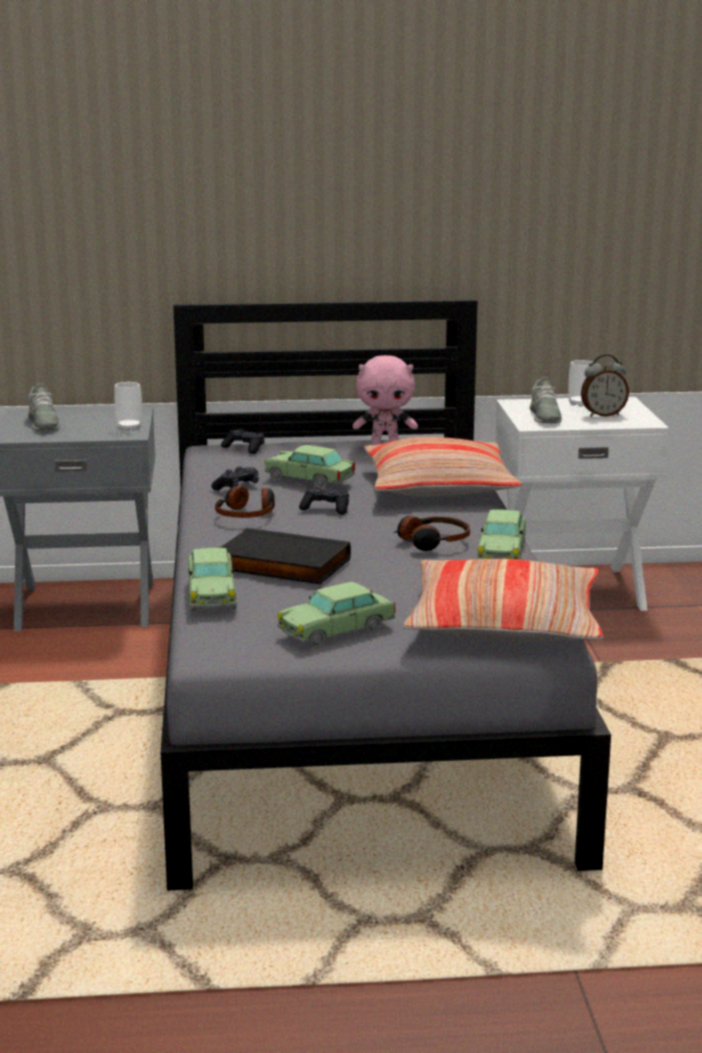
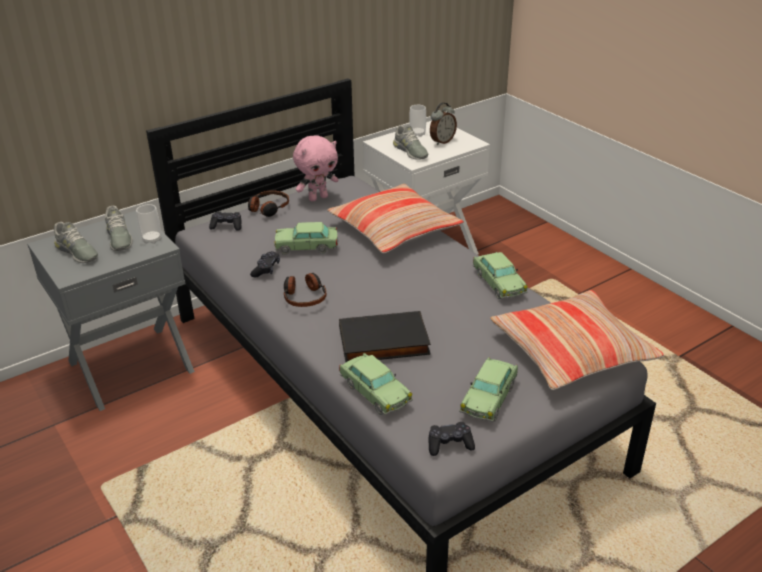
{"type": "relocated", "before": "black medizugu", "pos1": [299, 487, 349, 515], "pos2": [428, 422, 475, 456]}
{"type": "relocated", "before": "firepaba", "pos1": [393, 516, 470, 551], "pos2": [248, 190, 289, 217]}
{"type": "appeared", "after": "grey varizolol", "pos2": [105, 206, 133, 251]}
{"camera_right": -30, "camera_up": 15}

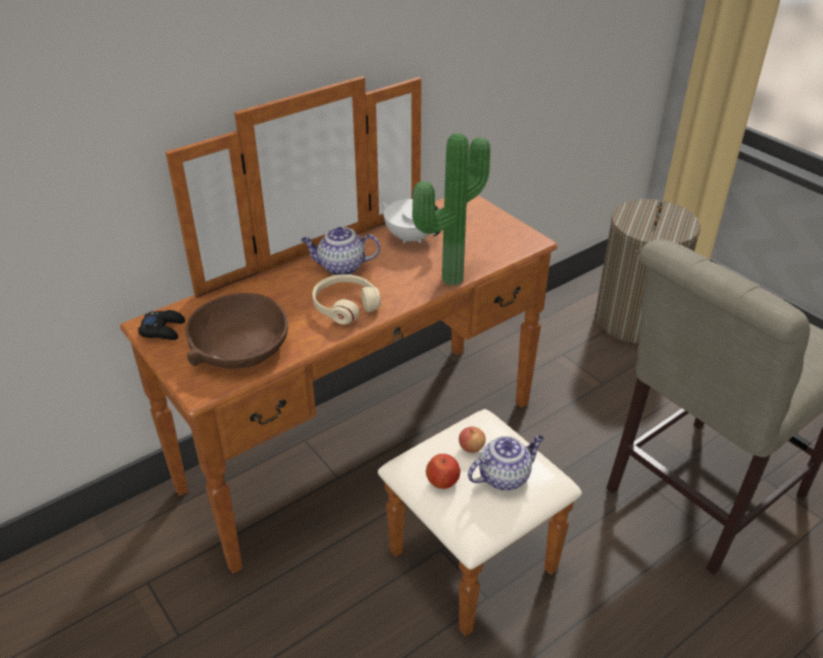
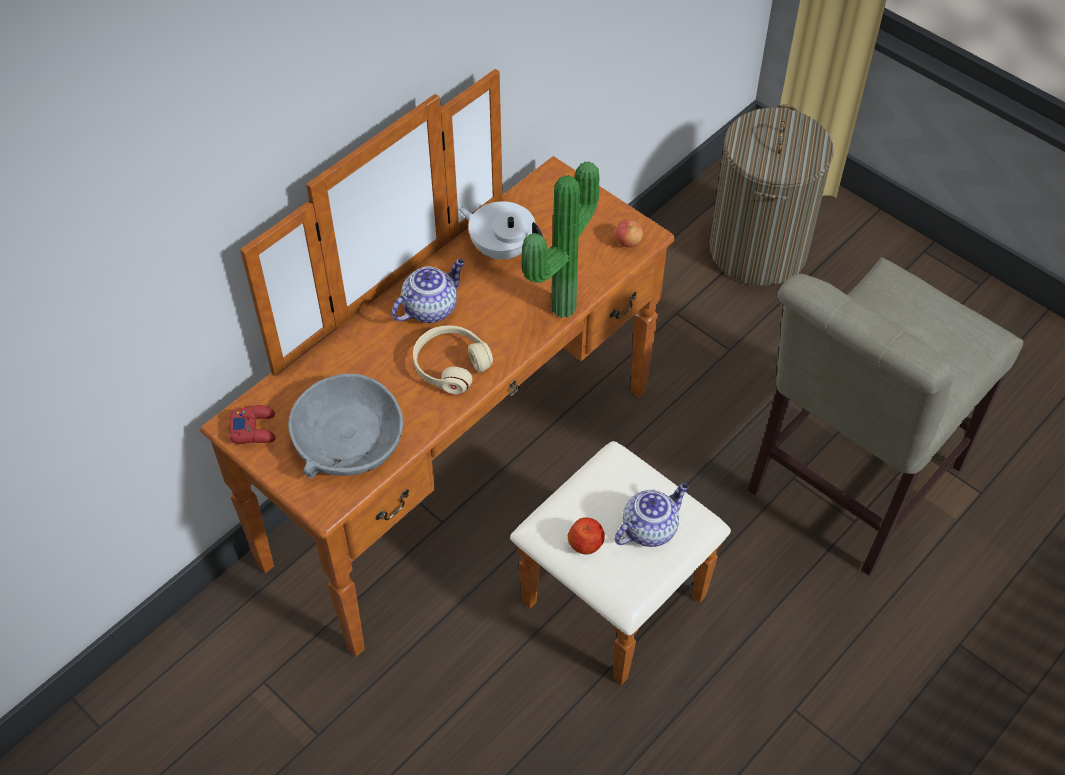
{"type": "colour", "before": "black medizugu", "after": "red medizugu", "pos1": [138, 310, 185, 340], "pos2": [229, 405, 276, 444]}
{"type": "colour", "before": "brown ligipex", "after": "grey ligipex", "pos1": [185, 293, 288, 369], "pos2": [288, 373, 403, 478]}
{"type": "spun", "before": "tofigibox", "pos1": [301, 227, 380, 275], "pos2": [392, 259, 465, 323], "turn": 150}
{"type": "relocated", "before": "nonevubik", "pos1": [459, 427, 486, 453], "pos2": [615, 220, 643, 247]}
{"camera_right": -10, "camera_up": 15}

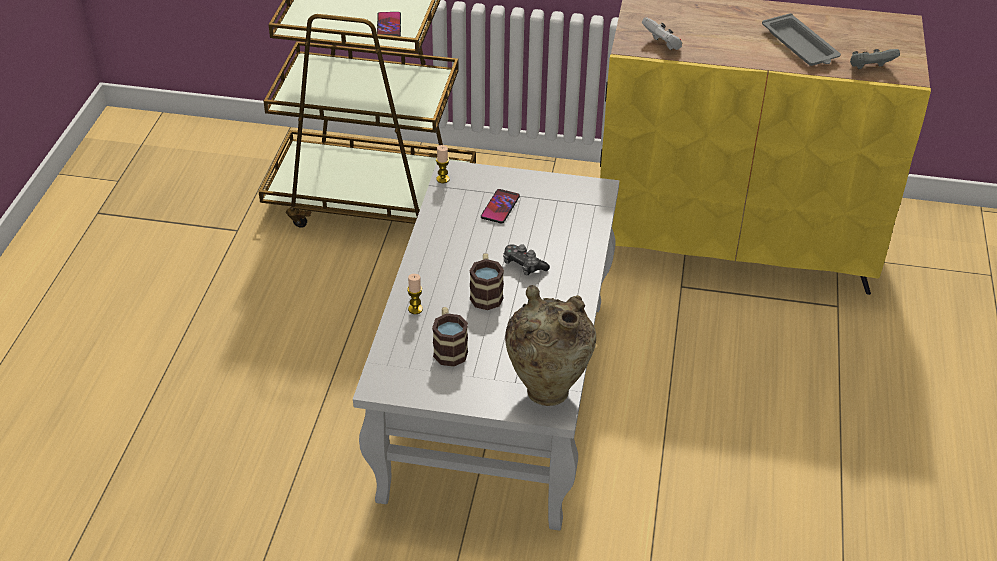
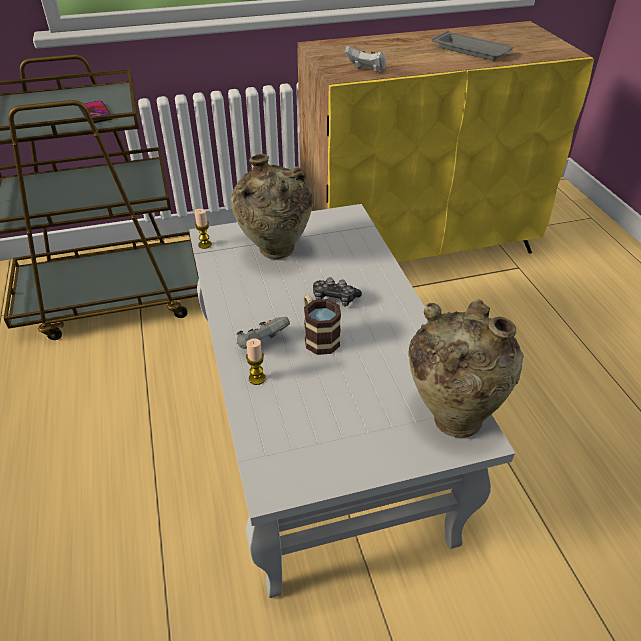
{"type": "missing", "before": "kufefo", "pos1": [432, 307, 468, 367]}
{"type": "exchanged", "before": "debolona", "after": "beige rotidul", "pos1": [481, 189, 520, 224], "pos2": [231, 154, 313, 259]}
{"type": "relocated", "before": "grey medizugu", "pos1": [850, 49, 900, 69], "pos2": [237, 317, 290, 349]}
{"camera_right": -25, "camera_up": 0}

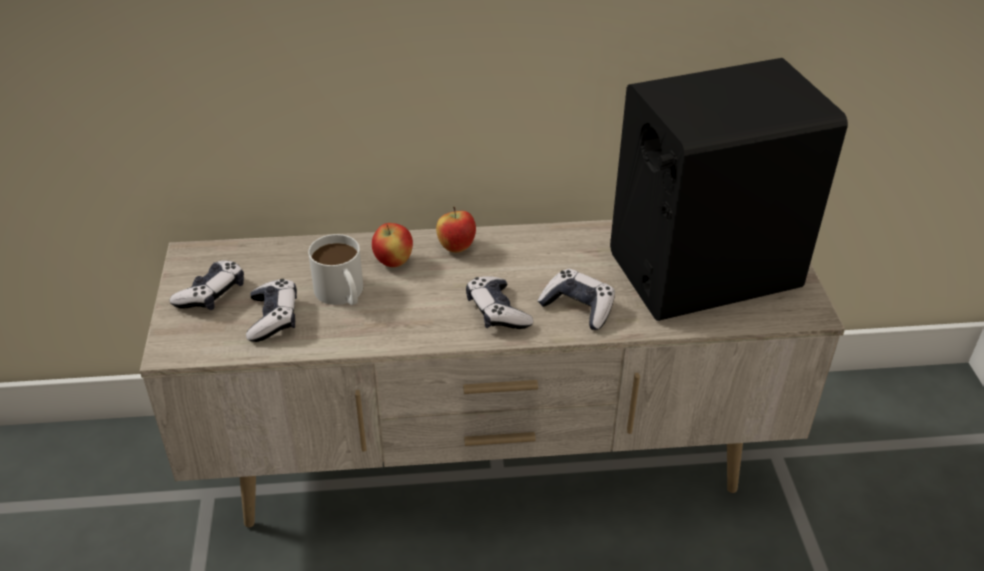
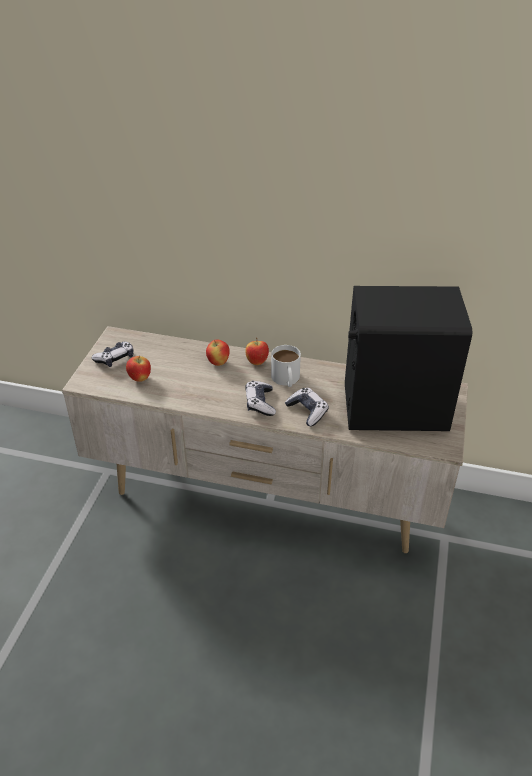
{"type": "exchanged", "before": "medizugu", "after": "nonevubik", "pos1": [246, 279, 297, 342], "pos2": [126, 356, 151, 382]}
{"type": "relocated", "before": "white kufefo", "pos1": [308, 234, 363, 305], "pos2": [271, 345, 301, 387]}
{"camera_right": 20, "camera_up": 0}

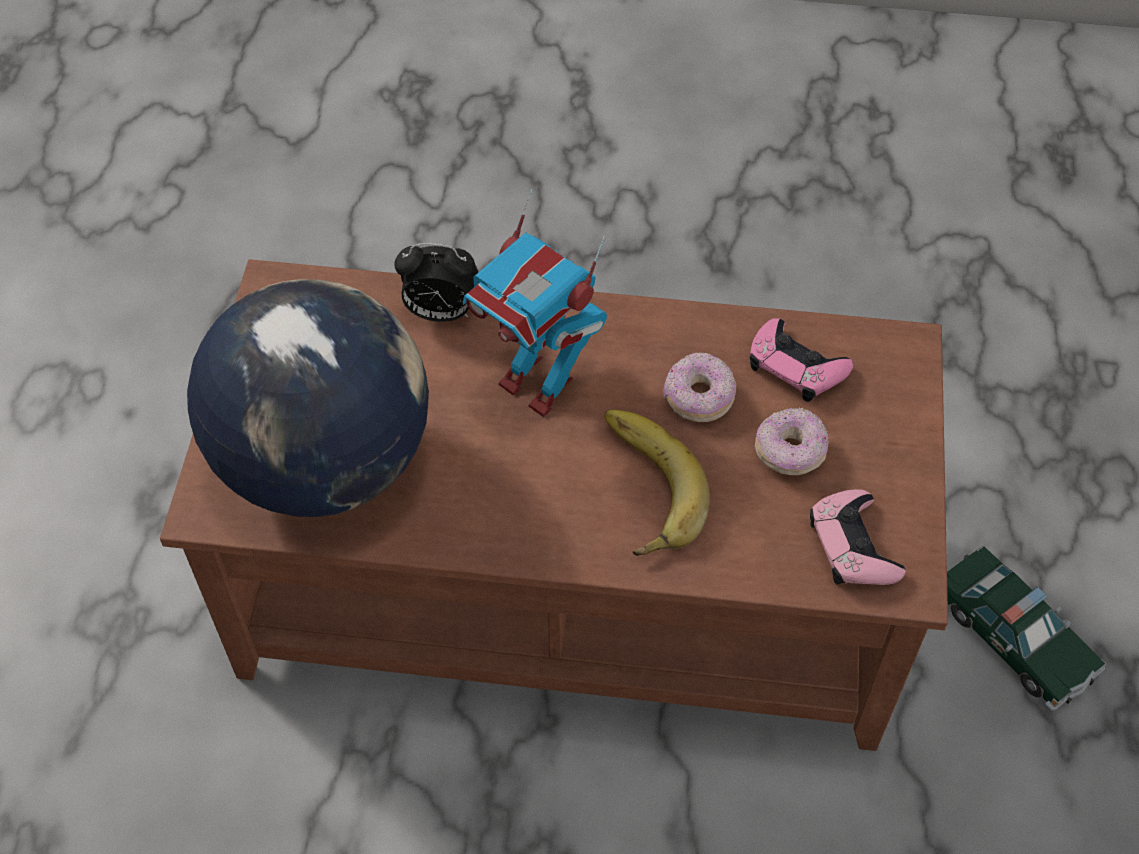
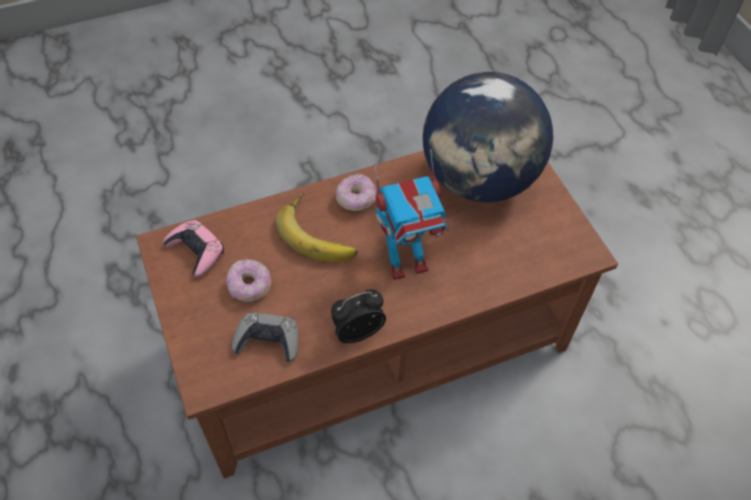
{"type": "relocated", "before": "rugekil", "pos1": [394, 243, 478, 322], "pos2": [331, 289, 386, 343]}
{"type": "spun", "before": "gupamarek", "pos1": [463, 189, 607, 417], "pos2": [374, 149, 449, 280], "turn": 150}
{"type": "relocated", "before": "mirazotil", "pos1": [663, 352, 736, 422], "pos2": [336, 174, 376, 211]}
{"type": "colour", "before": "pink medizugu", "after": "grey medizugu", "pos1": [750, 318, 853, 402], "pos2": [232, 312, 299, 362]}
{"type": "missing", "before": "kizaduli", "pos1": [947, 546, 1106, 711]}
{"camera_right": 150, "camera_up": 0}

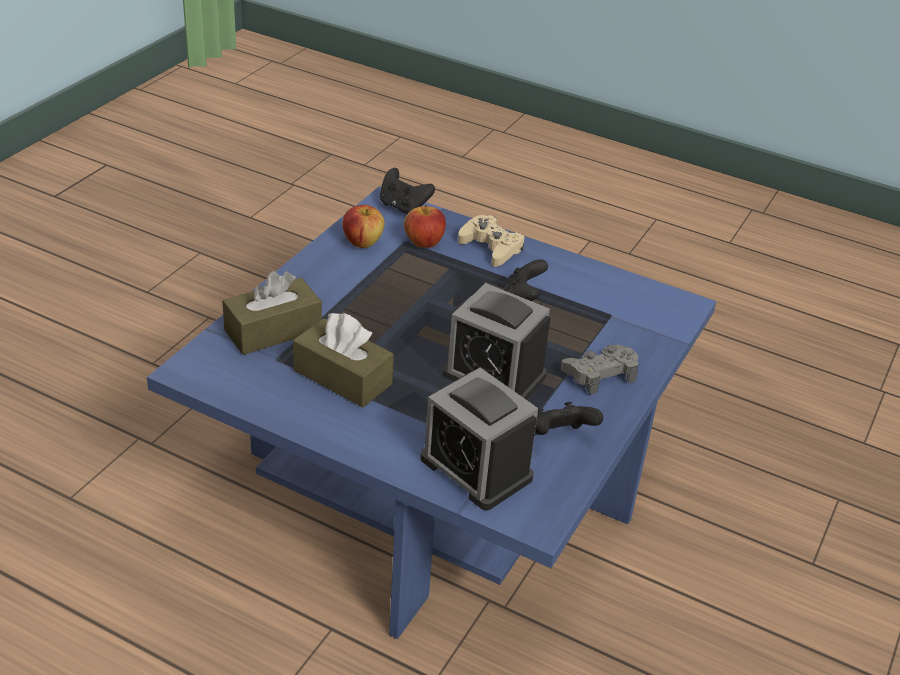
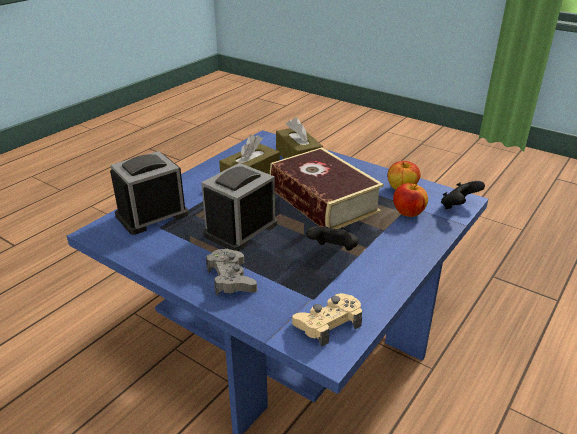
{"type": "relocated", "before": "beige medizugu", "pos1": [458, 215, 525, 267], "pos2": [292, 293, 362, 347]}
{"type": "missing", "before": "black medizugu", "pos1": [535, 402, 603, 435]}
{"type": "appeared", "after": "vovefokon", "pos2": [270, 147, 384, 229]}
{"camera_right": 100, "camera_up": -5}

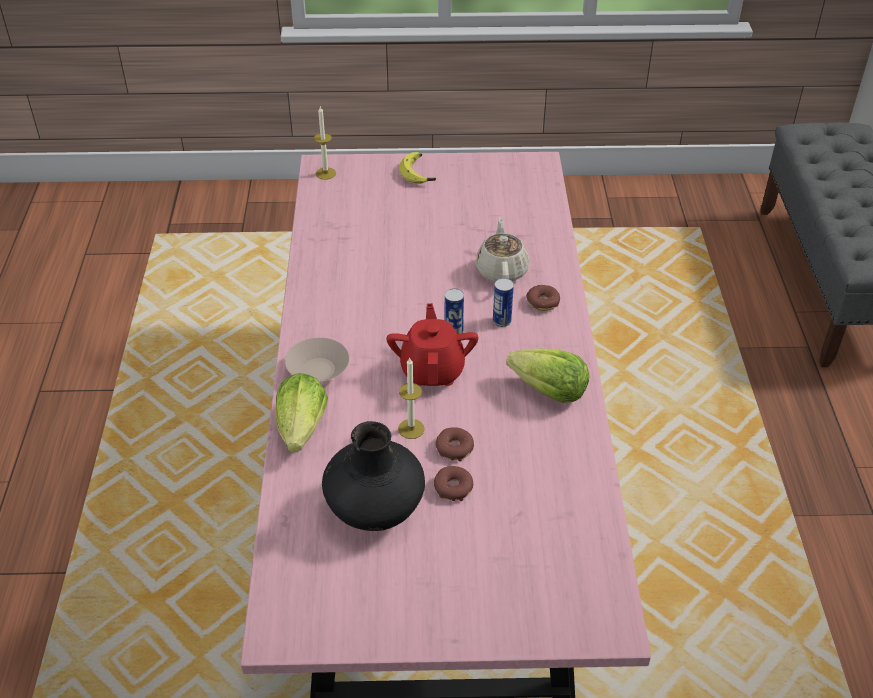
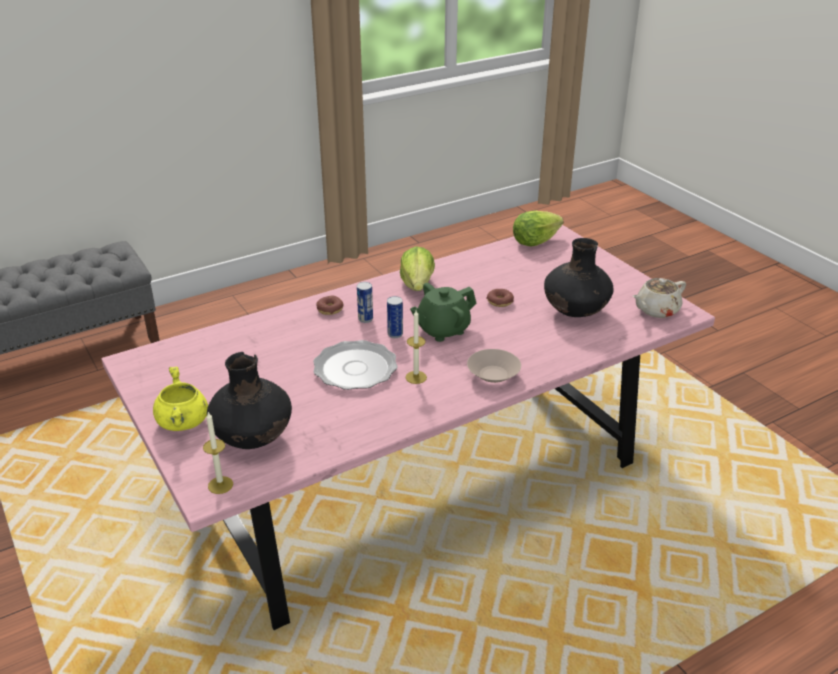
{"type": "relocated", "before": "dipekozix", "pos1": [276, 373, 328, 452], "pos2": [513, 211, 564, 247]}
{"type": "colour", "before": "red tofigibox", "after": "green tofigibox", "pos1": [386, 303, 479, 386], "pos2": [410, 283, 476, 342]}
{"type": "relocated", "before": "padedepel", "pos1": [398, 358, 425, 439], "pos2": [406, 310, 427, 384]}
{"type": "exchanged", "before": "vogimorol", "after": "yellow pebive", "pos1": [400, 152, 436, 184], "pos2": [153, 367, 208, 431]}
{"type": "missing", "before": "mirazotil", "pos1": [434, 466, 474, 501]}
{"type": "relocated", "before": "beige tofigibox", "pos1": [475, 217, 529, 282], "pos2": [632, 278, 686, 318]}
{"type": "appeared", "after": "black rotidul", "pos2": [207, 352, 292, 449]}
{"type": "appeared", "after": "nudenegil", "pos2": [313, 340, 398, 390]}
{"camera_right": -120, "camera_up": -10}

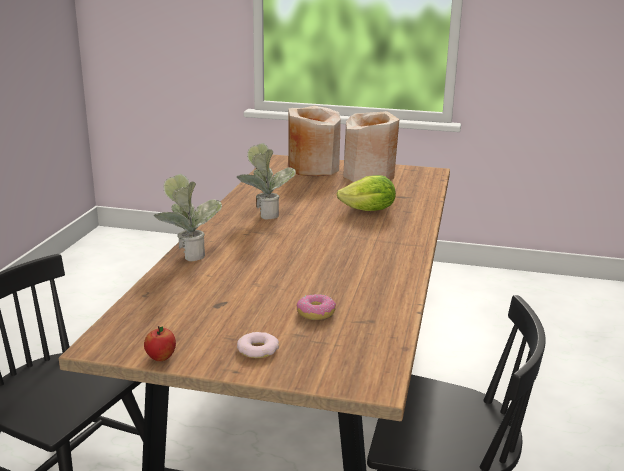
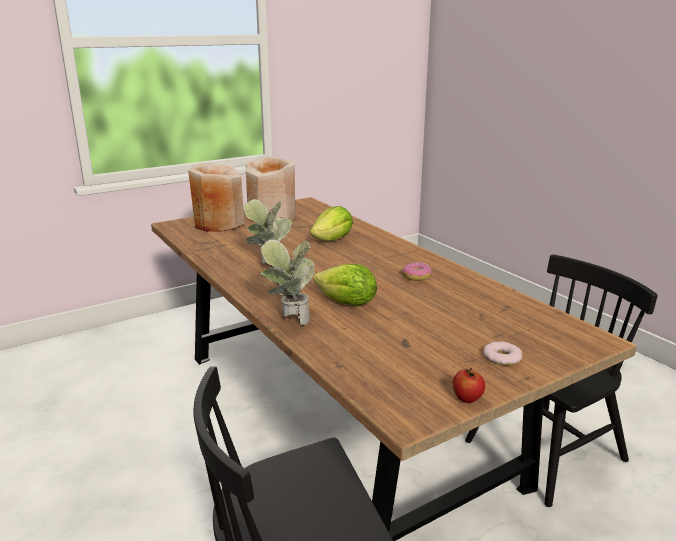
{"type": "relocated", "before": "mirazotil", "pos1": [297, 294, 336, 320], "pos2": [402, 262, 432, 281]}
{"type": "appeared", "after": "dipekozix", "pos2": [313, 264, 377, 306]}
{"camera_right": -45, "camera_up": 0}

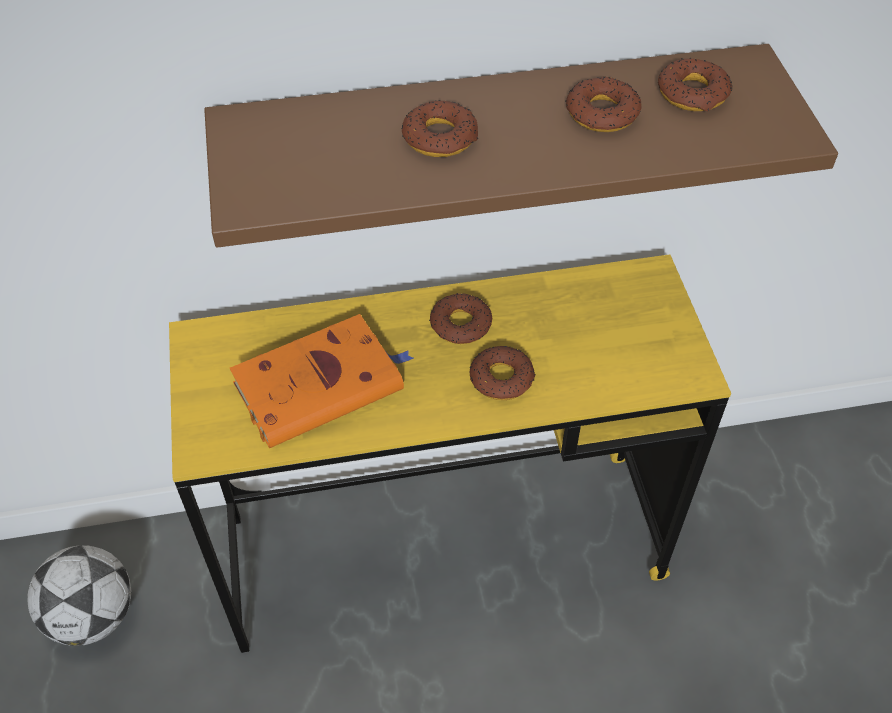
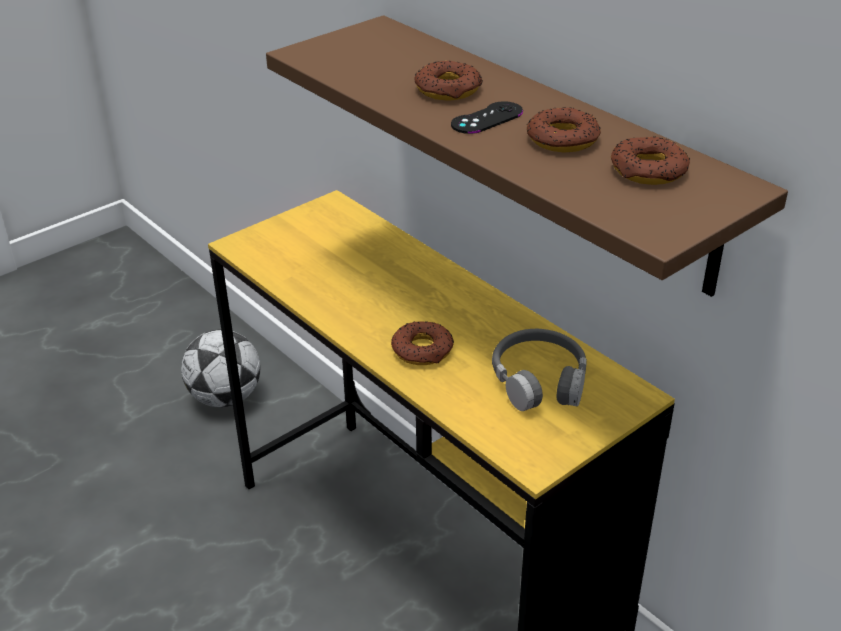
{"type": "missing", "before": "orange vovefokon", "pos1": [230, 314, 414, 448]}
{"type": "missing", "before": "mirazotil", "pos1": [429, 293, 492, 344]}
{"type": "appeared", "after": "black medizugu", "pos2": [451, 101, 523, 134]}
{"type": "appeared", "after": "grey firepaba", "pos2": [492, 329, 587, 411]}
{"camera_right": 60, "camera_up": -15}

